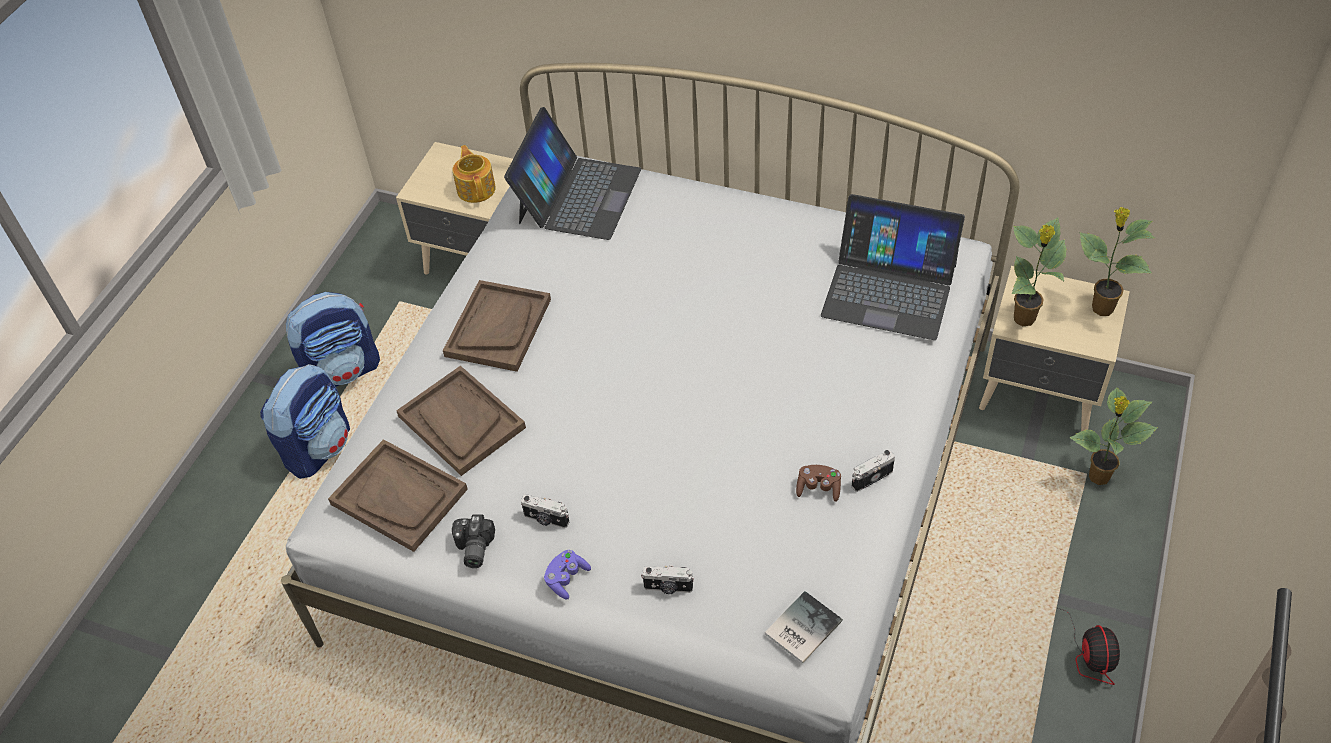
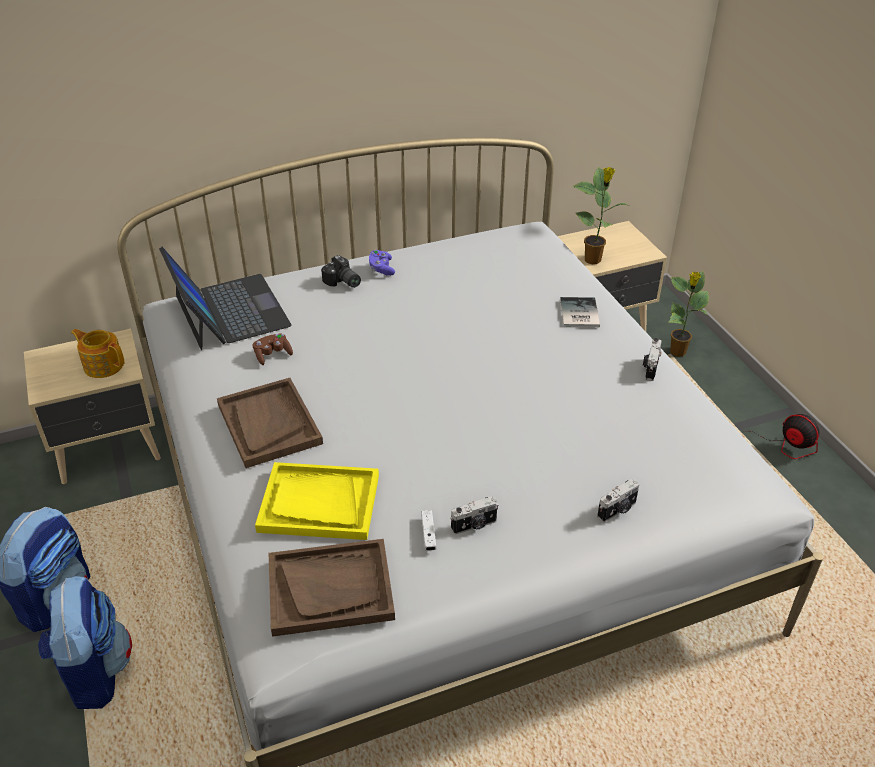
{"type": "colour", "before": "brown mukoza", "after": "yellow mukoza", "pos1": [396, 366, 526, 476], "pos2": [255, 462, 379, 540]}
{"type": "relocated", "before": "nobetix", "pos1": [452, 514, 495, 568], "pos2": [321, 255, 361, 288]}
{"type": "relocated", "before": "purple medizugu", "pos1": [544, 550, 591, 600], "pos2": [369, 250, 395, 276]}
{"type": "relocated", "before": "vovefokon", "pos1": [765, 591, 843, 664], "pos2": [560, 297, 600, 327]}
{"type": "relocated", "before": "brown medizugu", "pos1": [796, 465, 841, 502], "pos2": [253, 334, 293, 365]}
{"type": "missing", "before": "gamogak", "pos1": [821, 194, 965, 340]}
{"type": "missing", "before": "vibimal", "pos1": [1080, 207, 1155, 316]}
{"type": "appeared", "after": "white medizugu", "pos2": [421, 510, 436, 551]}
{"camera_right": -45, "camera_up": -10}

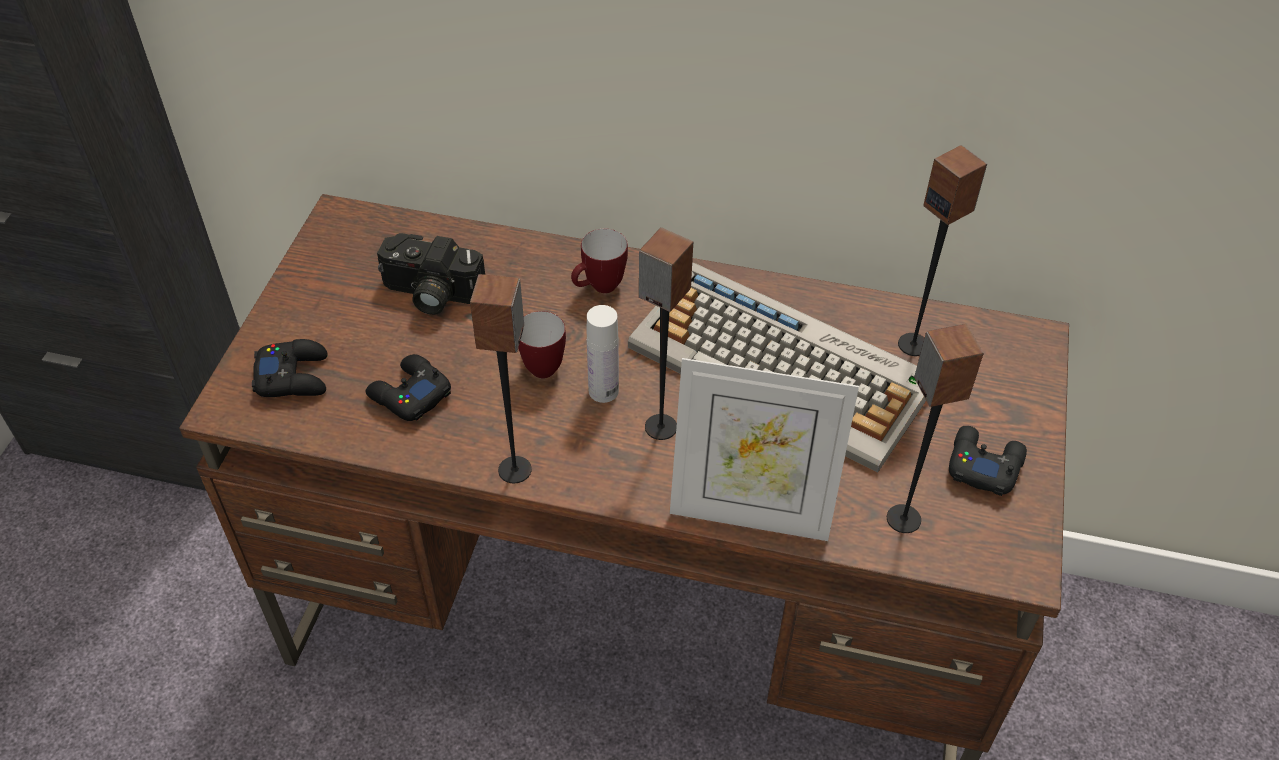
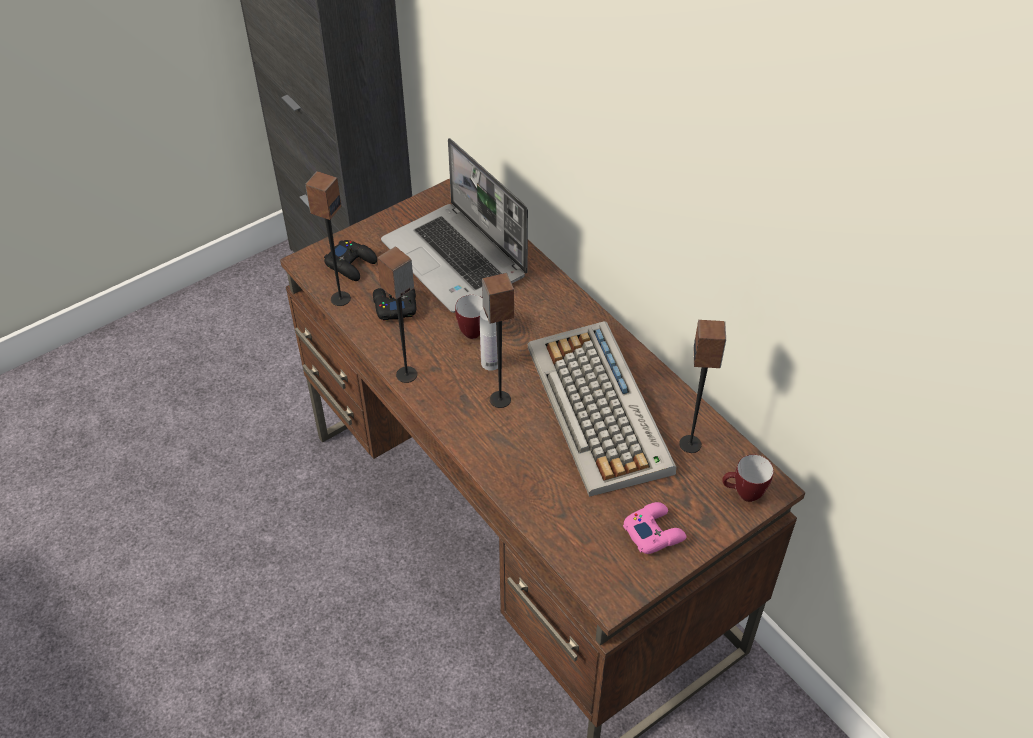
{"type": "exchanged", "before": "nobetix", "after": "gamogak", "pos1": [377, 233, 485, 315], "pos2": [381, 138, 528, 313]}
{"type": "relocated", "before": "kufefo", "pos1": [571, 229, 628, 293], "pos2": [722, 455, 774, 502]}
{"type": "missing", "before": "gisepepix", "pos1": [670, 358, 859, 541]}
{"type": "relocated", "before": "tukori", "pos1": [887, 324, 984, 533], "pos2": [305, 171, 351, 306]}
{"type": "colour", "before": "black medizugu", "after": "pink medizugu", "pos1": [949, 426, 1027, 496], "pos2": [623, 502, 686, 554]}
{"camera_right": 40, "camera_up": 0}

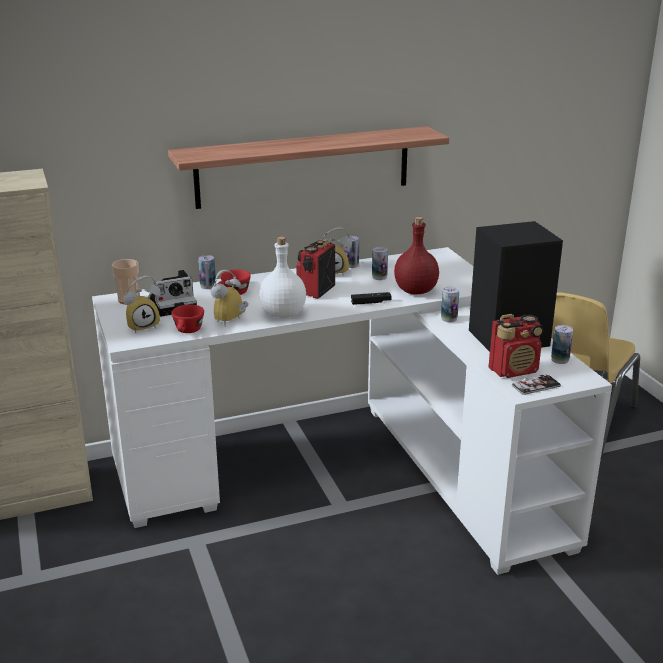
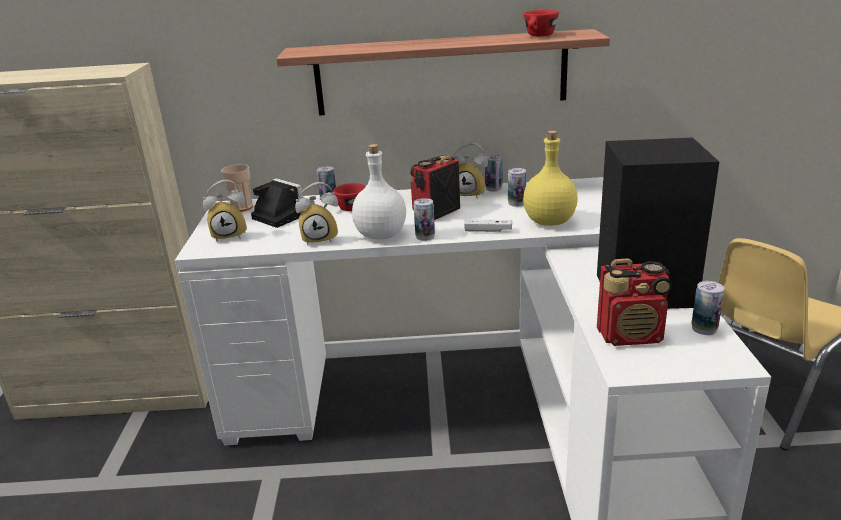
{"type": "spun", "before": "nobetix", "pos1": [150, 270, 197, 317], "pos2": [251, 178, 315, 228], "turn": -135}
{"type": "relocated", "before": "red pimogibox", "pos1": [171, 304, 204, 333], "pos2": [524, 10, 559, 36]}
{"type": "spun", "before": "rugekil", "pos1": [211, 270, 249, 326], "pos2": [295, 182, 338, 245], "turn": -150}
{"type": "colour", "before": "black medizugu", "after": "white medizugu", "pos1": [351, 292, 392, 305], "pos2": [464, 219, 512, 232]}
{"type": "colour", "before": "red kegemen", "after": "yellow kegemen", "pos1": [394, 217, 439, 295], "pos2": [523, 130, 578, 226]}
{"type": "relocated", "before": "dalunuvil", "pos1": [441, 287, 459, 322], "pos2": [414, 198, 435, 241]}
{"type": "missing", "before": "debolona", "pos1": [512, 374, 561, 395]}
{"camera_right": 20, "camera_up": 0}

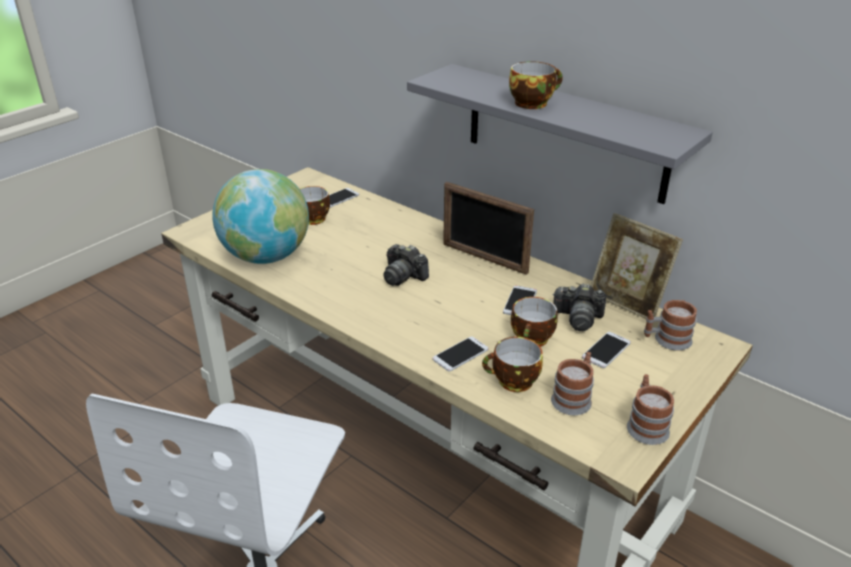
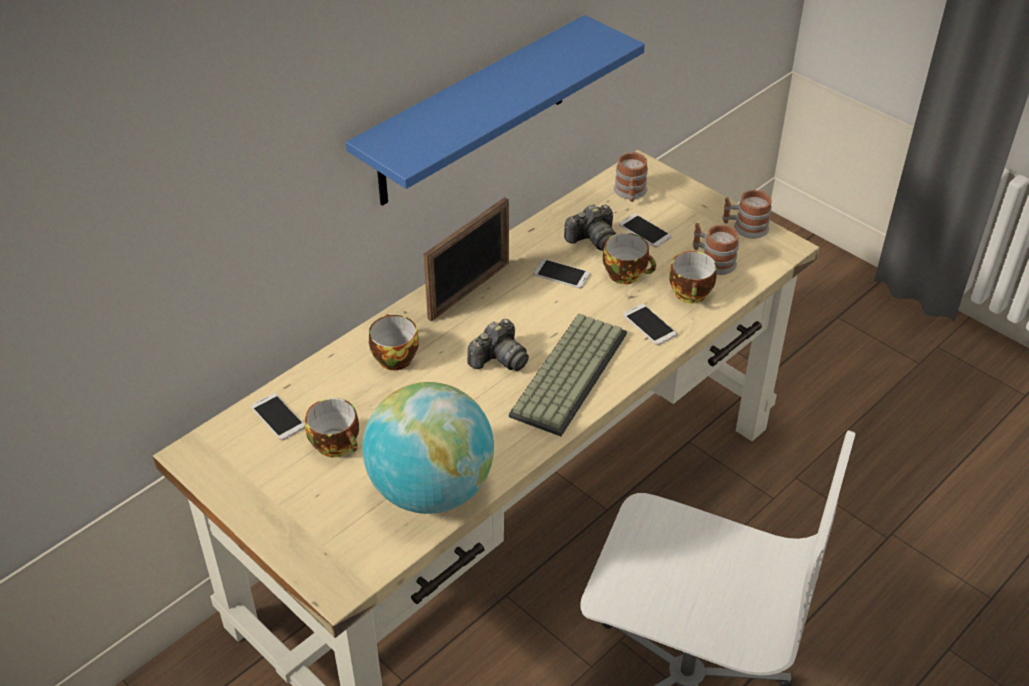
{"type": "colour", "before": "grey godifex", "after": "blue godifex", "pos1": [407, 64, 713, 204], "pos2": [346, 15, 645, 206]}
{"type": "relocated", "before": "pimogibox", "pos1": [509, 61, 563, 109], "pos2": [369, 314, 419, 370]}
{"type": "spun", "before": "nobetix", "pos1": [552, 284, 606, 331], "pos2": [564, 204, 616, 251], "turn": 45}
{"type": "missing", "before": "gisepepix", "pos1": [591, 213, 683, 319]}
{"type": "appeared", "after": "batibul", "pos2": [509, 314, 627, 436]}
{"camera_right": -85, "camera_up": 10}

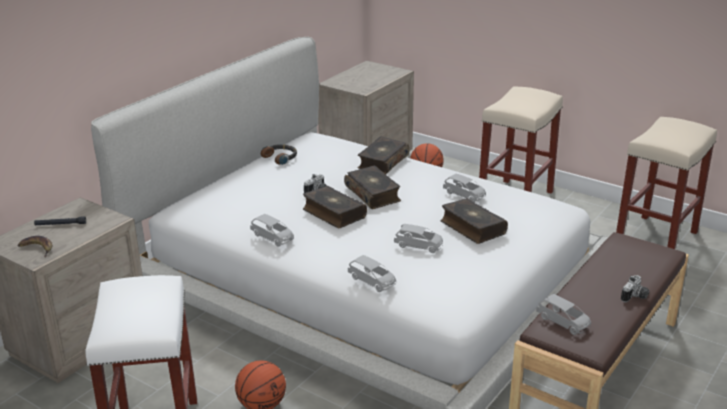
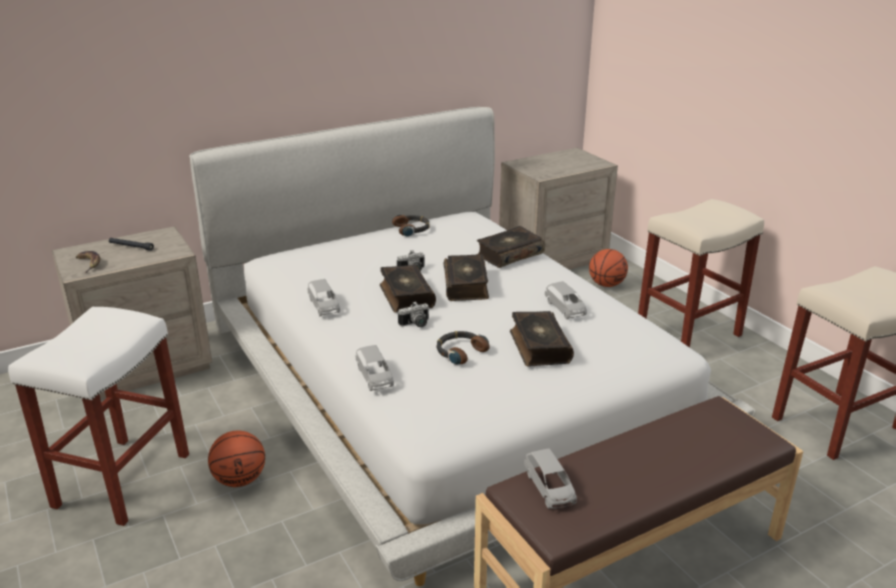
{"type": "exchanged", "before": "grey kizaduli", "after": "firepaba", "pos1": [394, 224, 443, 253], "pos2": [436, 331, 490, 365]}
{"type": "relocated", "before": "nobetix", "pos1": [621, 275, 649, 303], "pos2": [398, 301, 429, 327]}
{"camera_right": 25, "camera_up": 0}

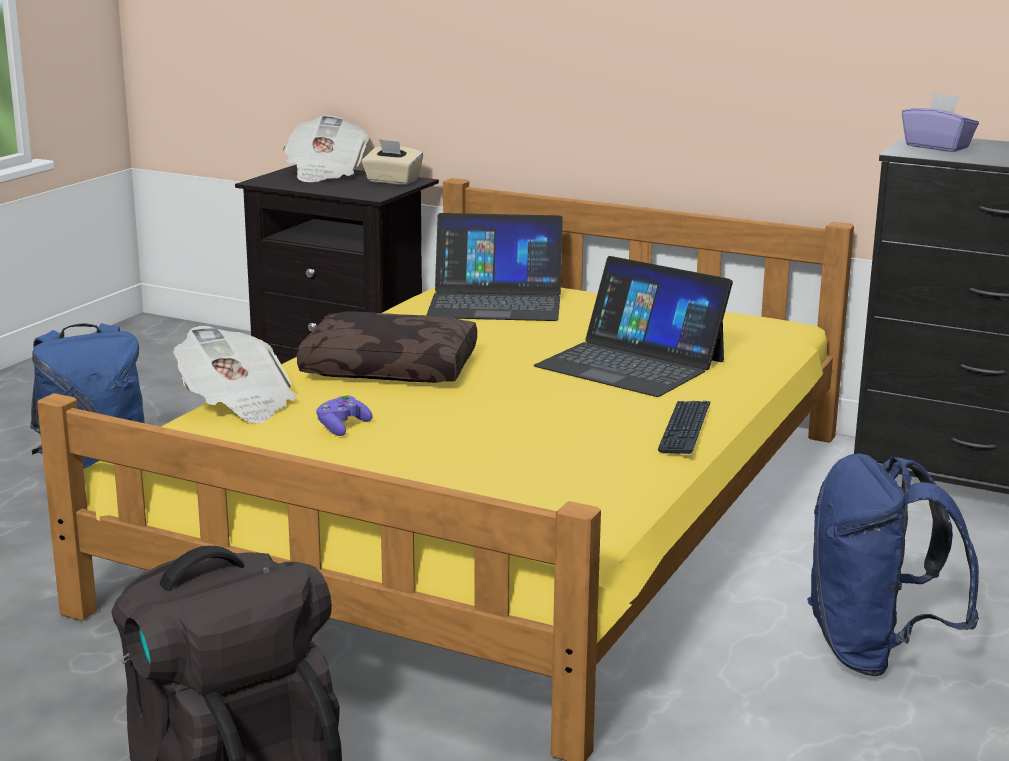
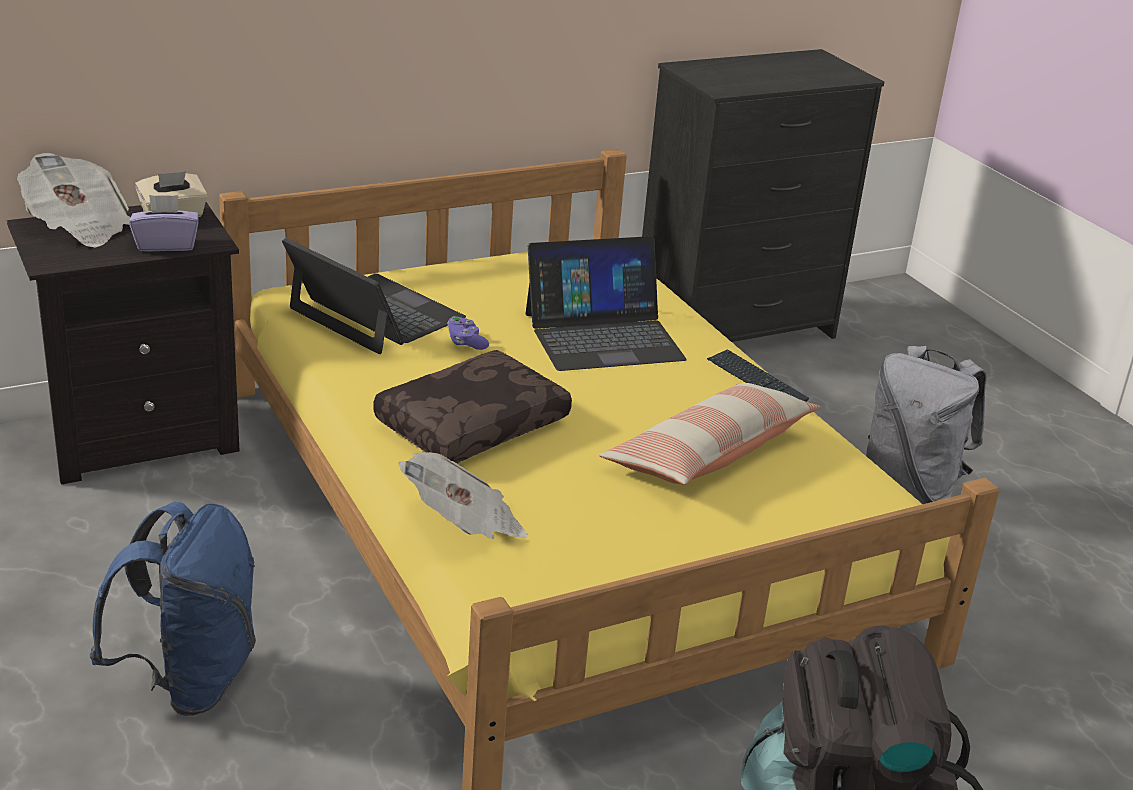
{"type": "relocated", "before": "purple medizugu", "pos1": [317, 395, 373, 436], "pos2": [447, 316, 489, 350]}
{"type": "spun", "before": "gamogak", "pos1": [426, 213, 563, 321], "pos2": [282, 238, 466, 354], "turn": -90}
{"type": "colour", "before": "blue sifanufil", "after": "grey sifanufil", "pos1": [807, 454, 979, 676], "pos2": [866, 346, 987, 504]}
{"type": "relocated", "before": "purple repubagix", "pos1": [902, 93, 979, 152], "pos2": [129, 195, 199, 252]}
{"type": "appeared", "after": "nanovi", "pos2": [599, 383, 821, 485]}
{"camera_right": -55, "camera_up": 10}

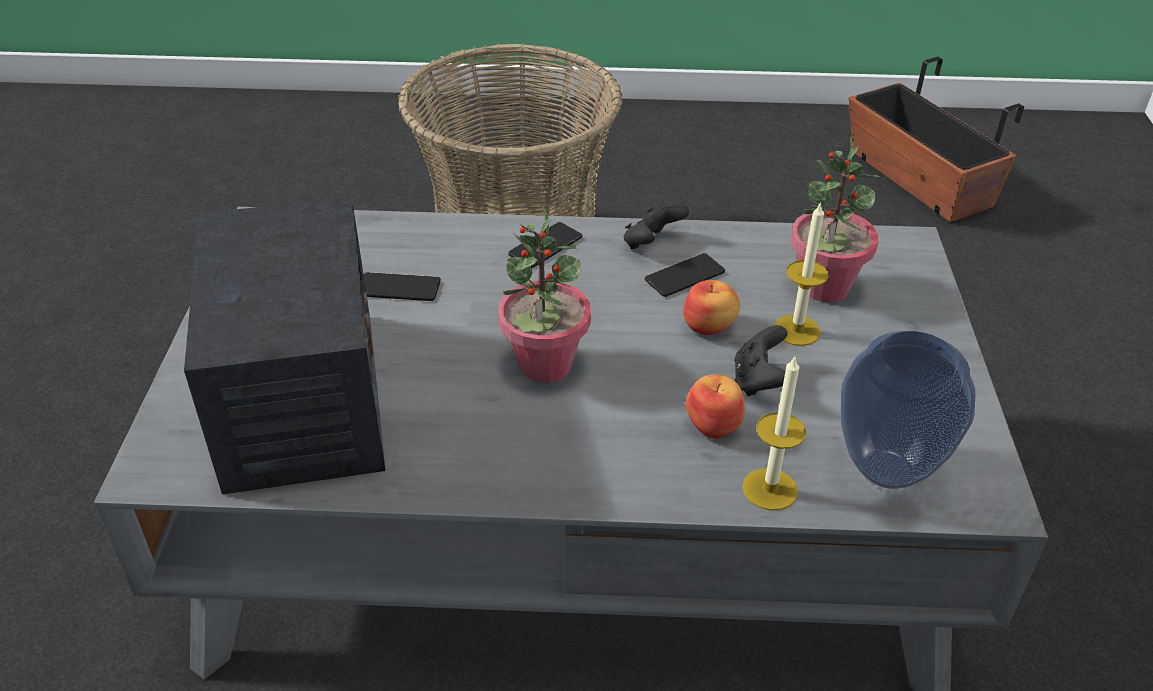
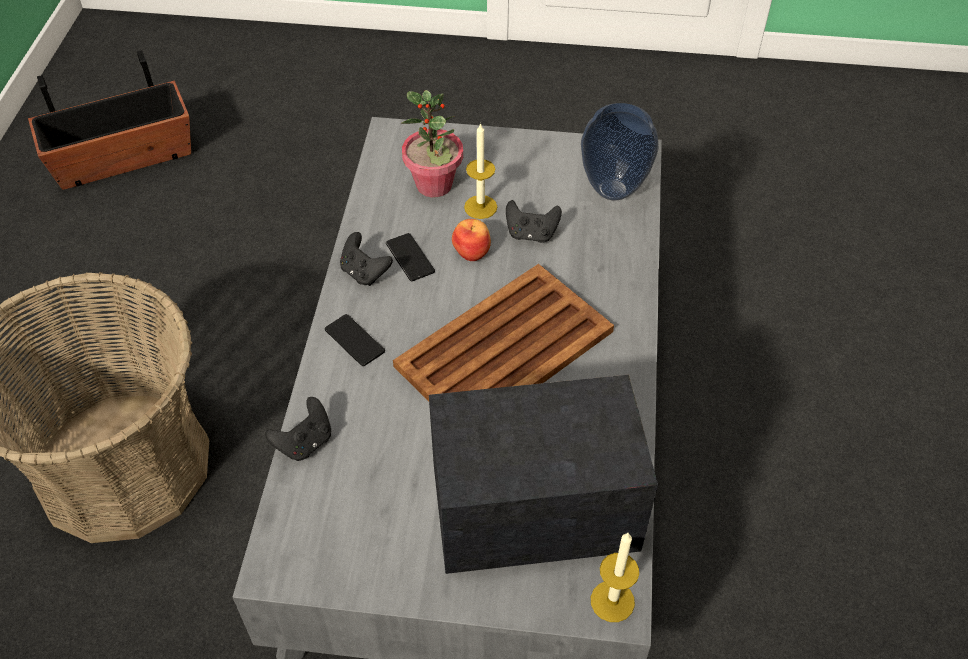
{"type": "missing", "before": "debolona", "pos1": [364, 272, 441, 301]}
{"type": "exchanged", "before": "vibimal", "after": "brown mukoza", "pos1": [498, 206, 591, 383], "pos2": [393, 264, 614, 401]}
{"type": "missing", "before": "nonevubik", "pos1": [685, 374, 745, 439]}
{"type": "relocated", "before": "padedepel", "pos1": [742, 356, 806, 511], "pos2": [591, 533, 639, 622]}
{"type": "appeared", "after": "black medizugu", "pos2": [265, 397, 331, 461]}
{"camera_right": -85, "camera_up": 10}

